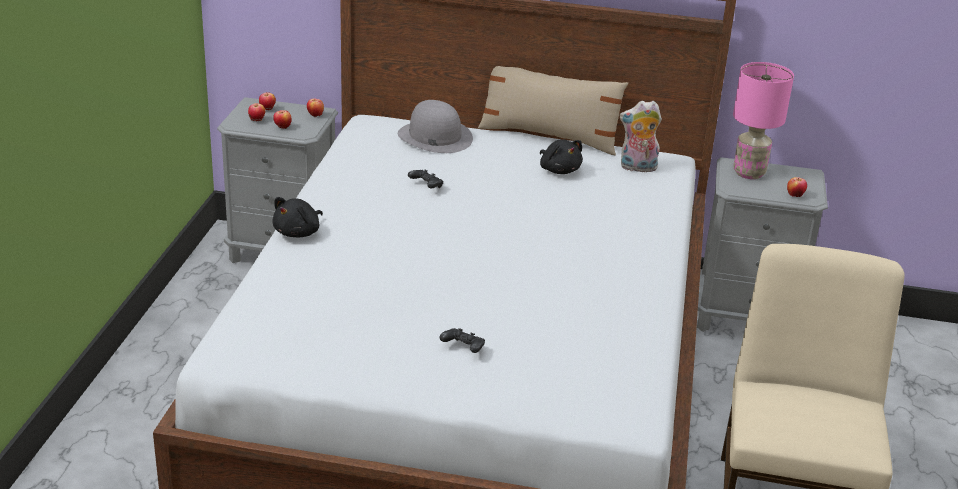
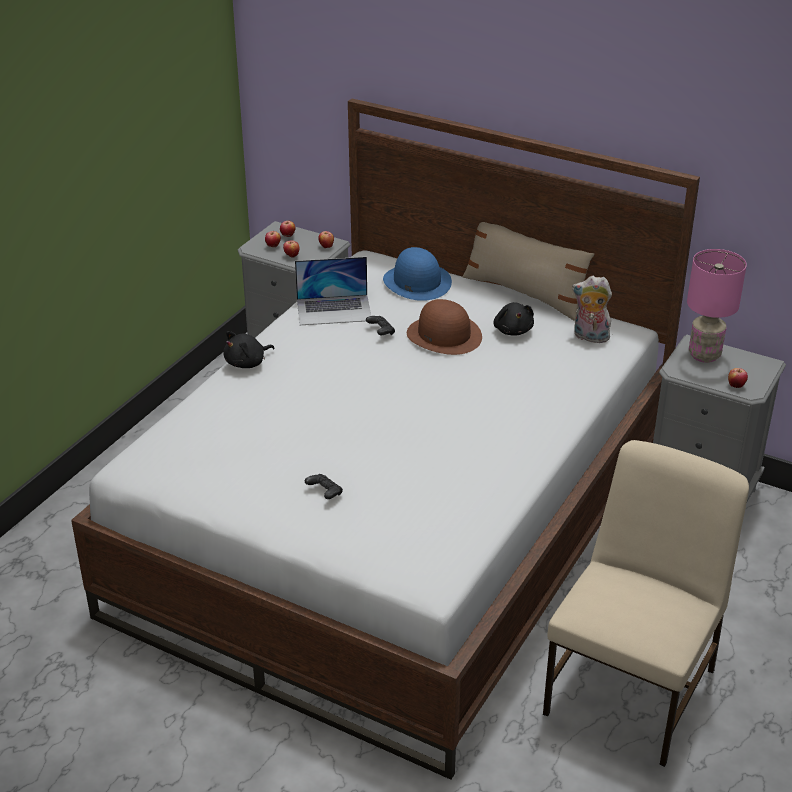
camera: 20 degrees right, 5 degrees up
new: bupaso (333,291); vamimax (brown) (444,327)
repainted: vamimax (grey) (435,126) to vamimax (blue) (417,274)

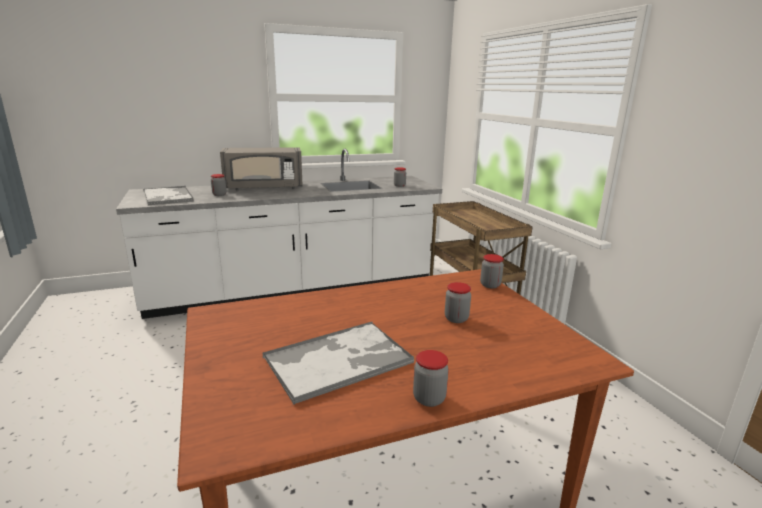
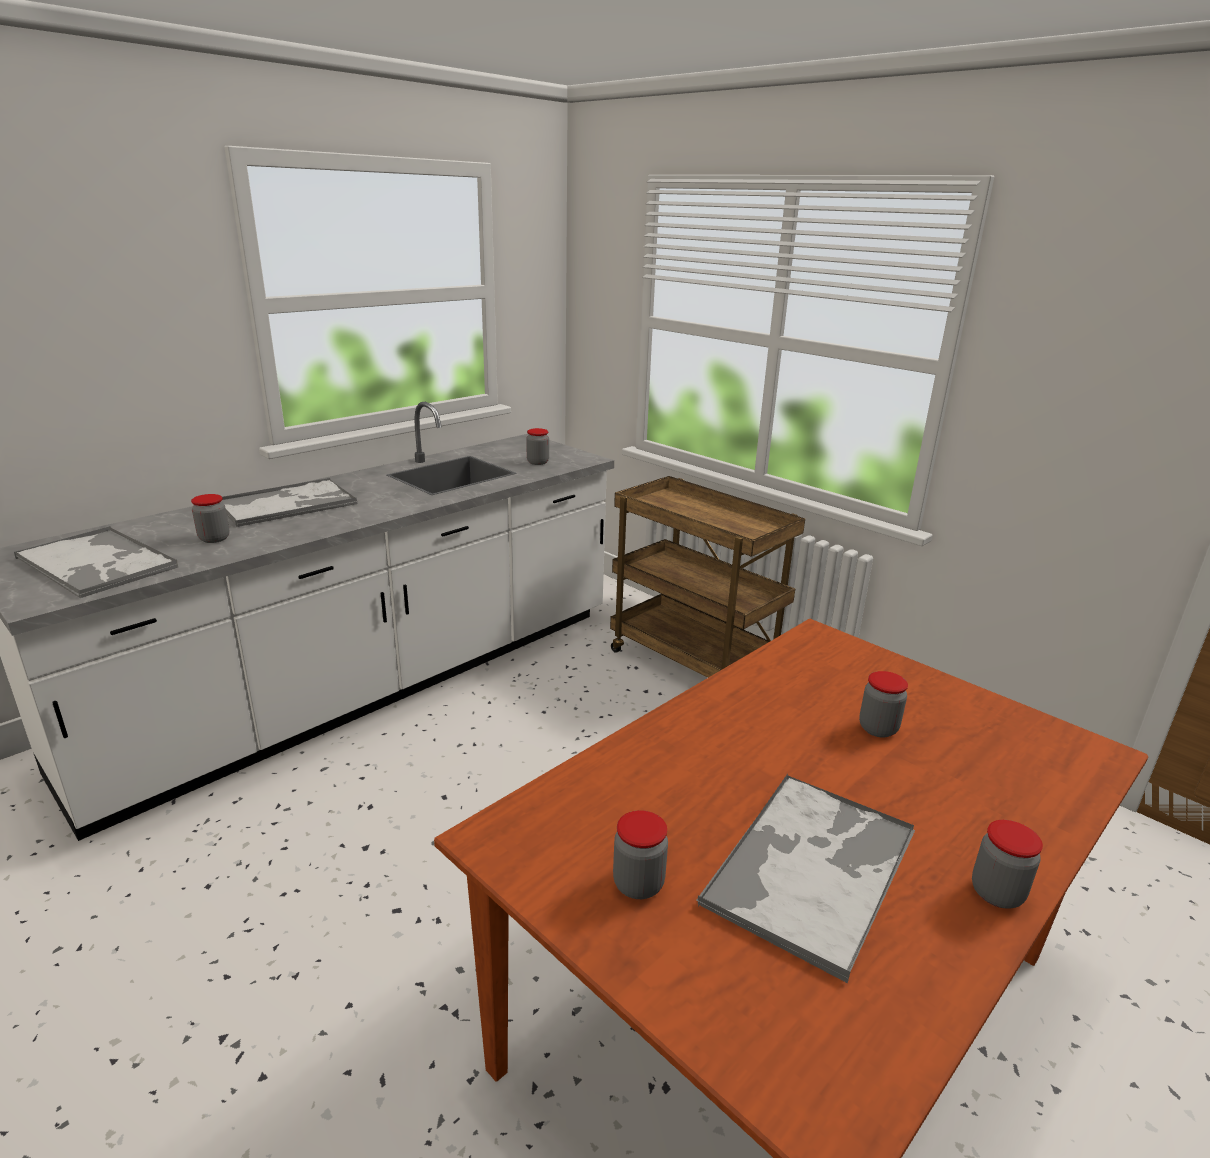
camera: 25 degrees left, 5 degrees up
shifted: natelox (492,271) to (640,854)
swapped: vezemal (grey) (261,168) to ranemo (289,502)

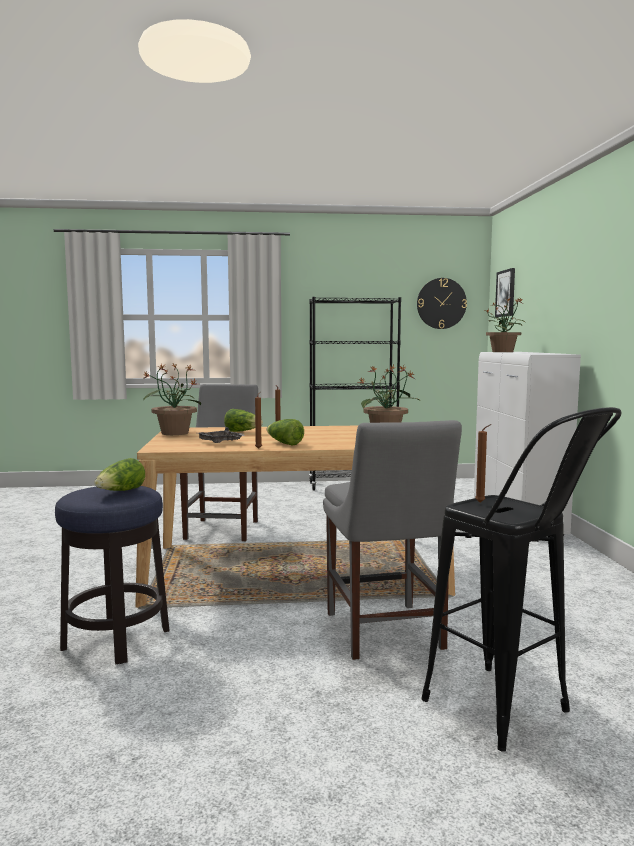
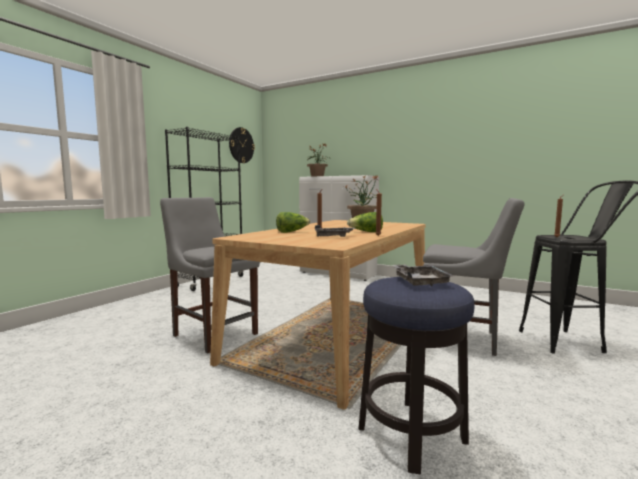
camera: 55 degrees left, 0 degrees up
gone: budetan (172,399); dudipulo (505,292)
swapped: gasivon (119,474) to ranemo (grey) (423,275)

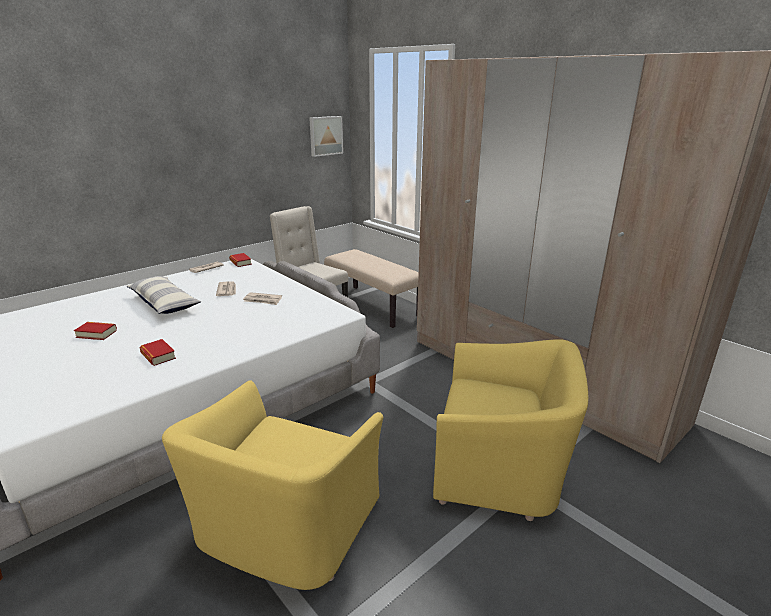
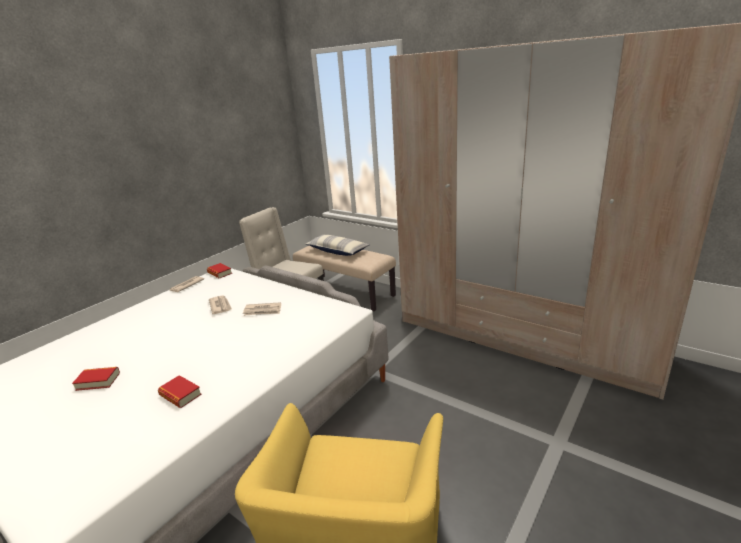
camera: 10 degrees left, 0 degrees up
gone: dudipulo (326,136); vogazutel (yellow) (510,430)
shifted: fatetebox (164,295) to (337,245)

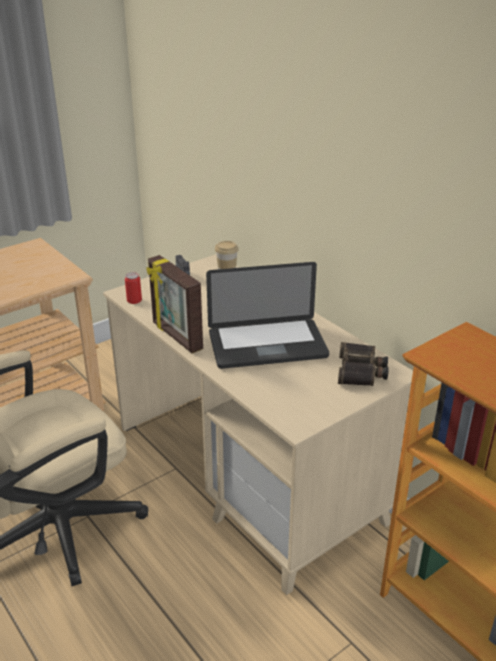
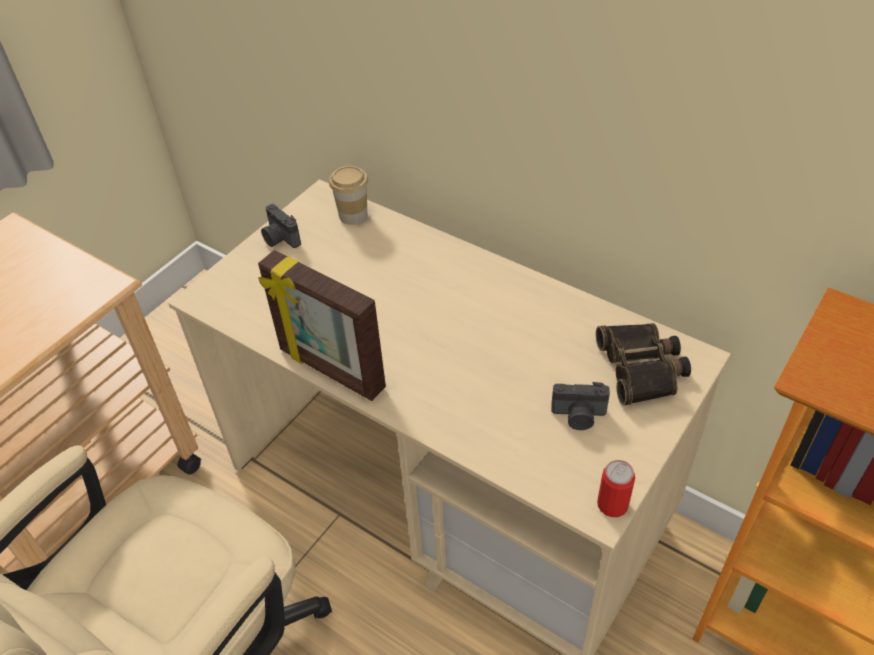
camera: 15 degrees left, 15 degrees up
gone: bupaso (267,315)
new: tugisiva (580,406)
shifted: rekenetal (133,288) to (616,488)

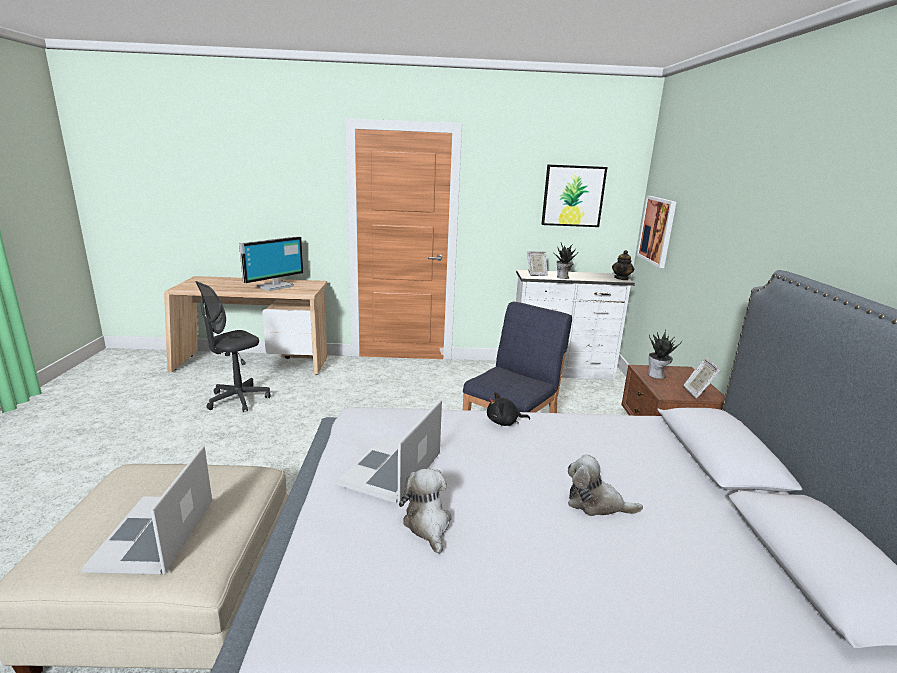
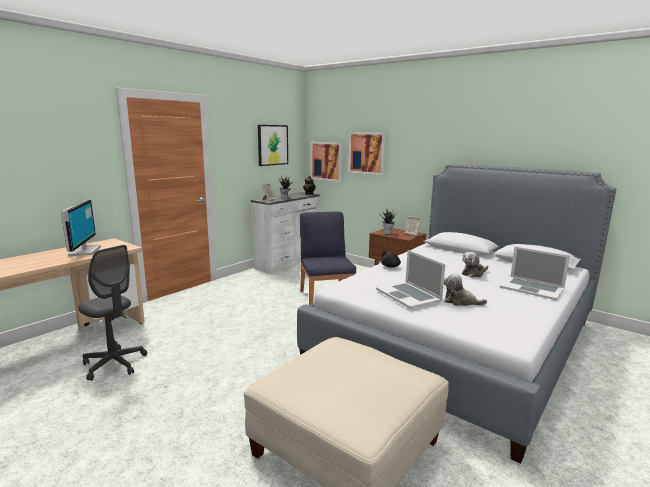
camera: 50 degrees left, 5 degrees down
new: dudipulo (367,153)
shifted: bupaso (146,509) to (535,273)
rotated: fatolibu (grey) (233,346) = (112,313) 45 degrees counterclockwise

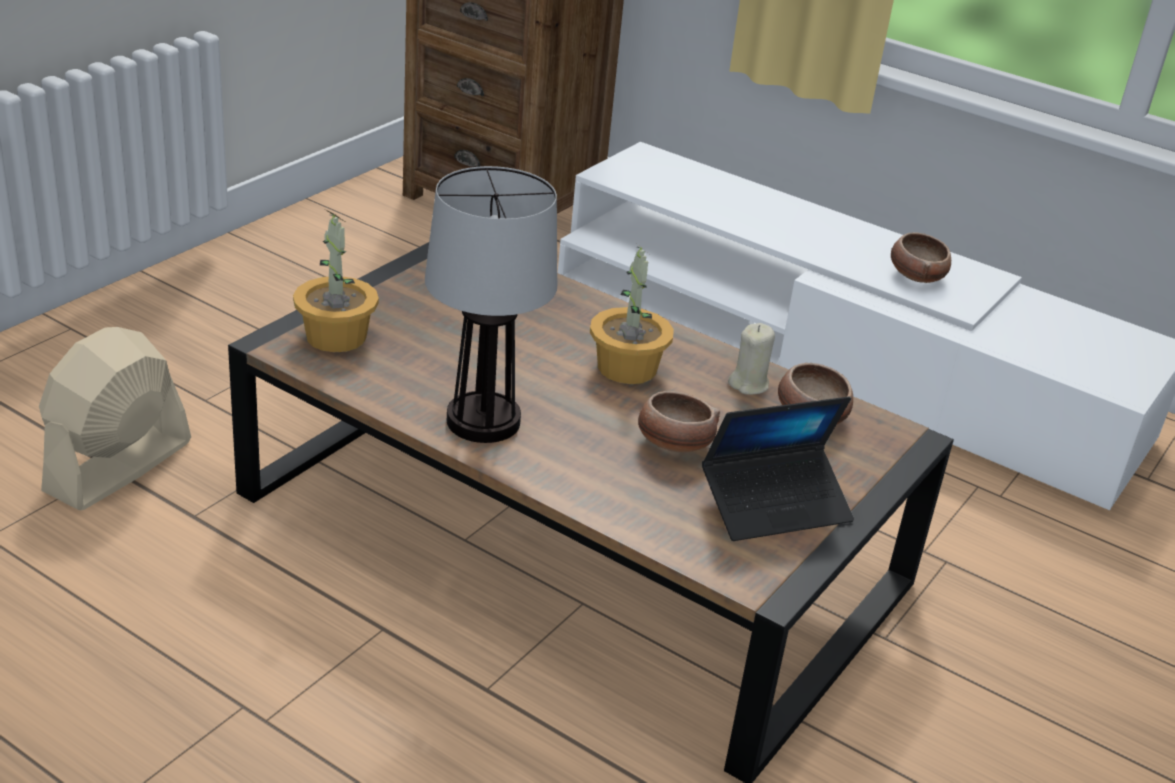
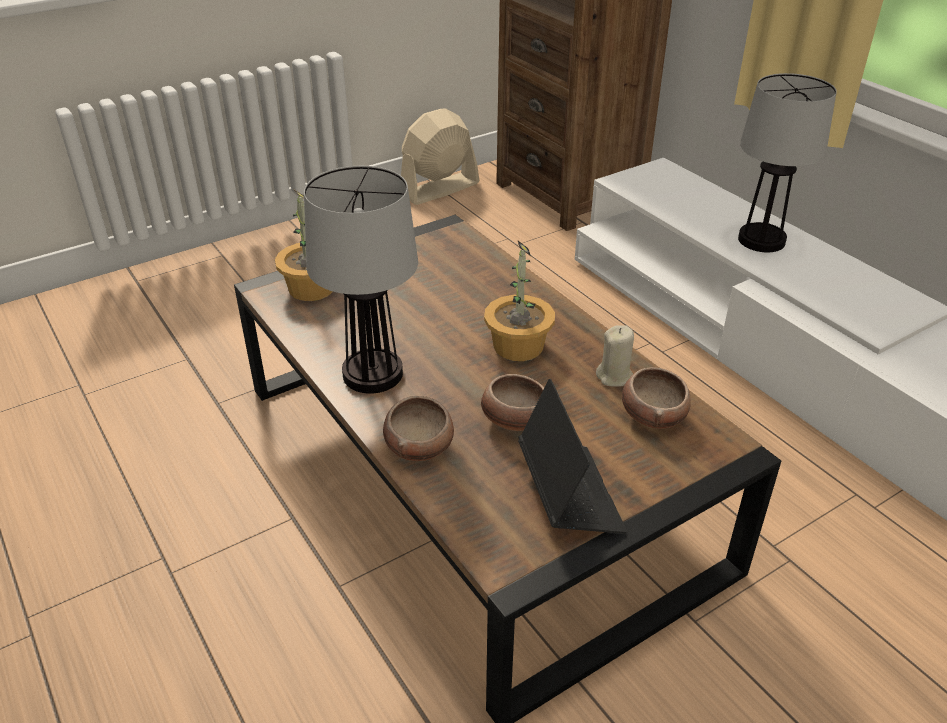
camera: 25 degrees right, 5 degrees up
new: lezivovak (787,163)
shifted: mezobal (921,257) to (418,428); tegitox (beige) (115,418) to (440,156)
rotated: bupaso (778,468) = (572,456) 105 degrees counterclockwise

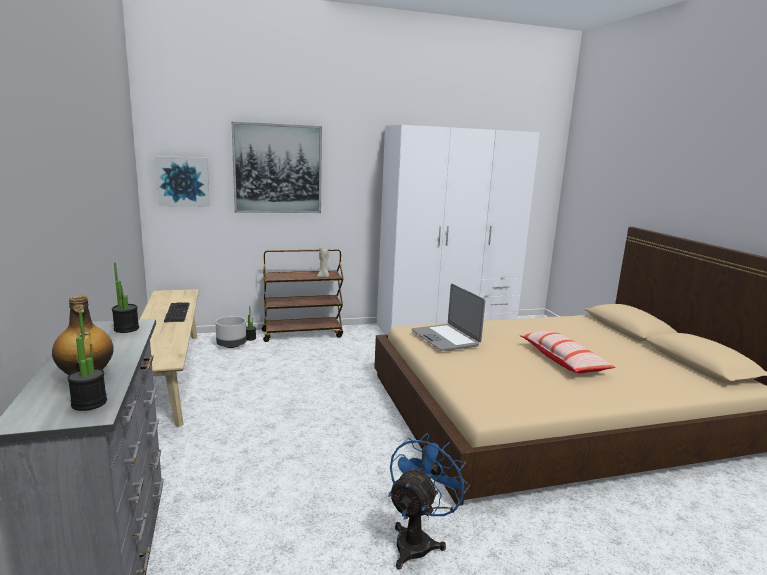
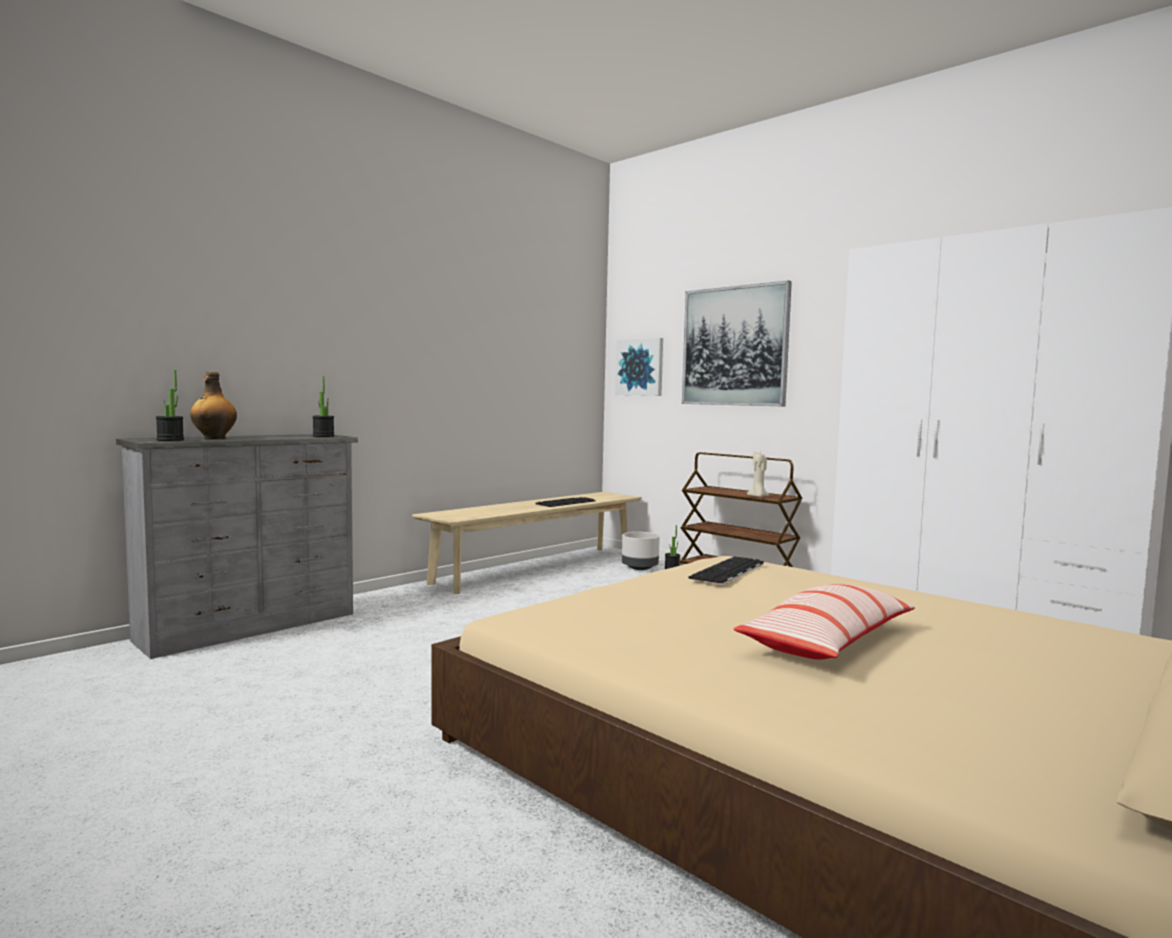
camera: 60 degrees right, 10 degrees down
gone: tegitox (blue) (429,501)
swapped: bupaso (448,317) to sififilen (726,570)

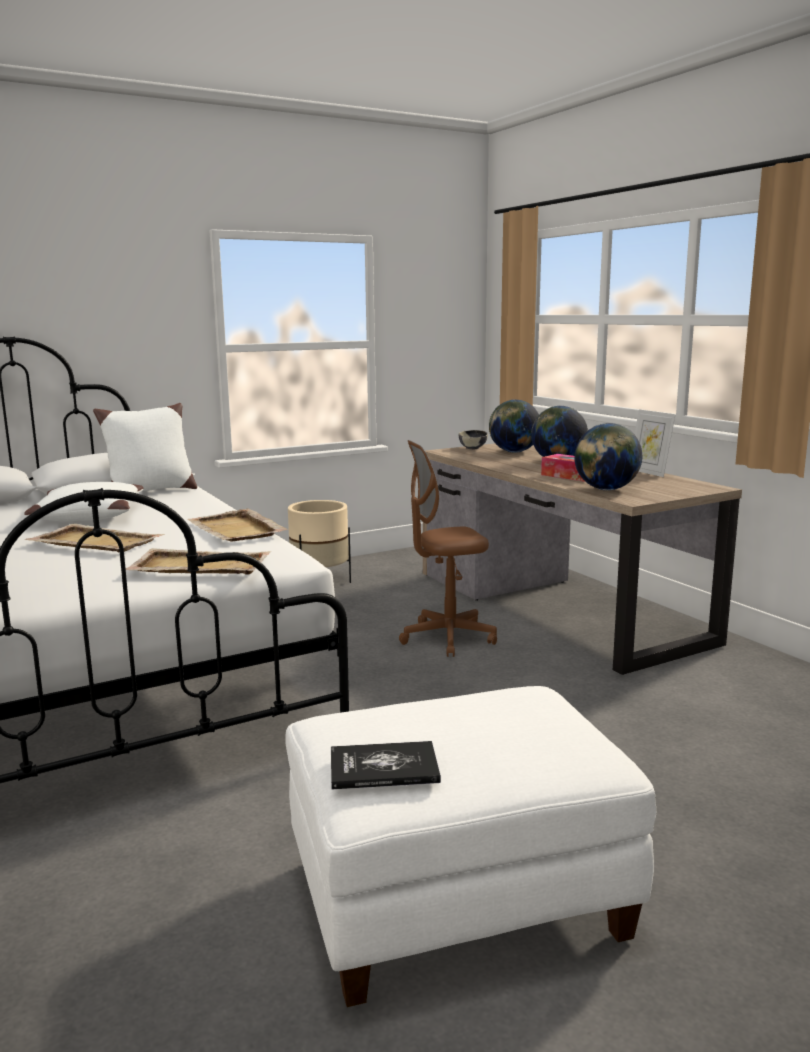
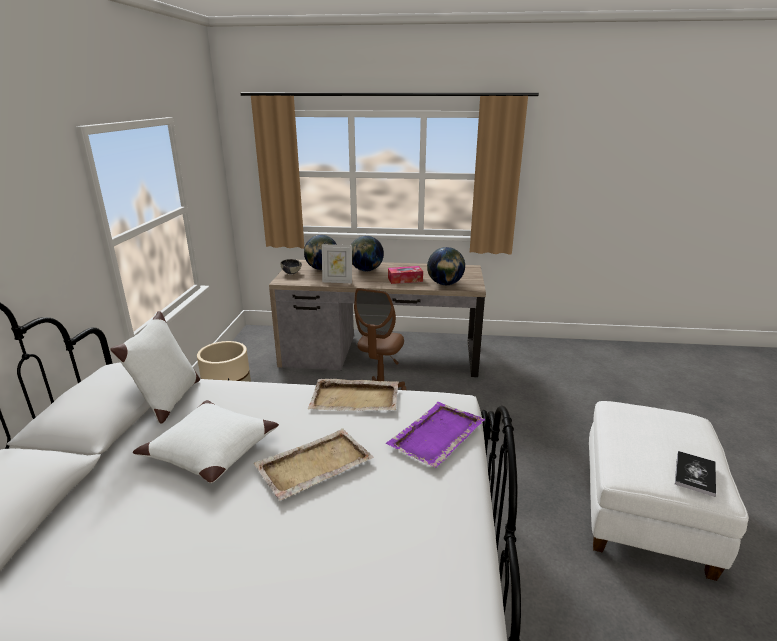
camera: 55 degrees left, 10 degrees up
shifted: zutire (655,443) to (337,263)
repainted: ranemo (beige) (198,561) to ranemo (purple) (435,435)

